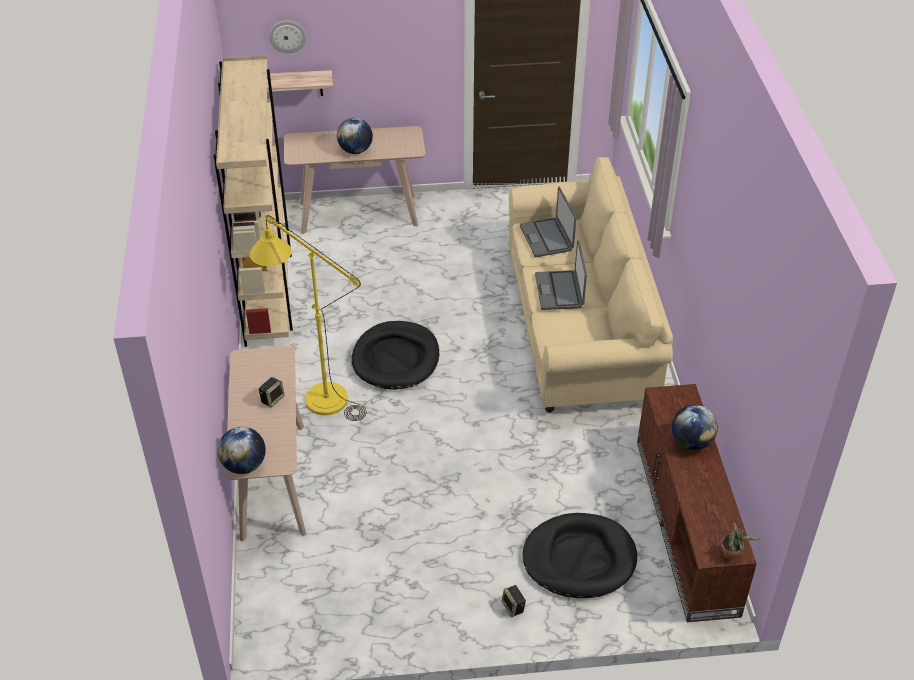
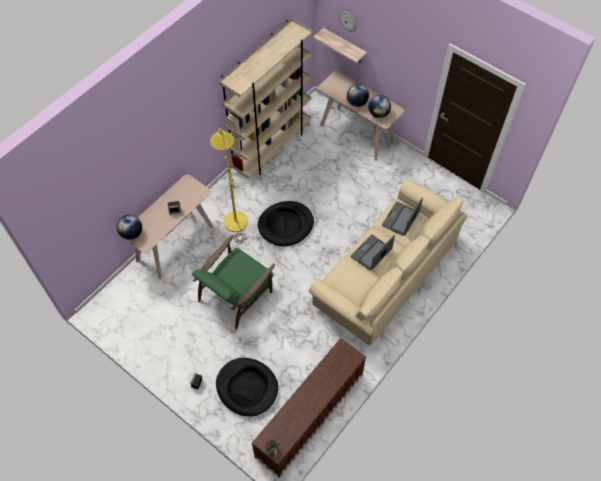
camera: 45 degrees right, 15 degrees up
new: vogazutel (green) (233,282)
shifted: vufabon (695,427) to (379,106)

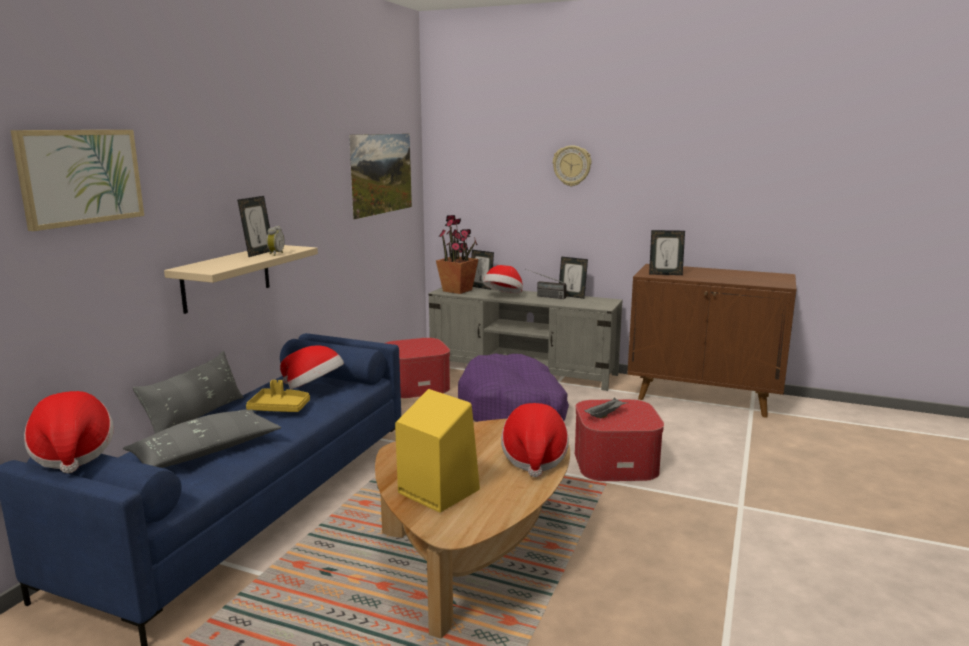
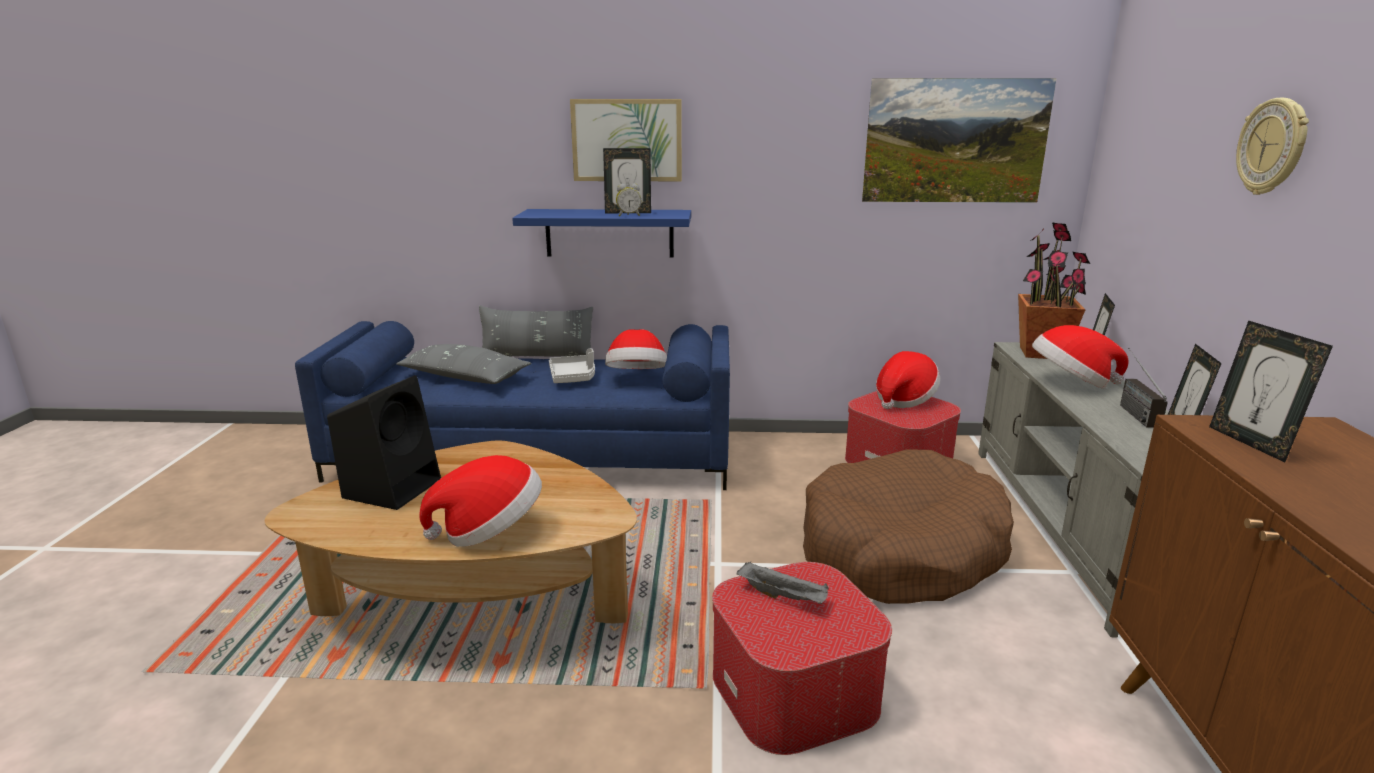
camera: 70 degrees right, 5 degrees up
shifted: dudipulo (77,180) to (626,140); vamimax (69,432) to (908,380)
repainted: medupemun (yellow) (437,451) to medupemun (black) (384,442); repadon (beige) (241,279) to repadon (blue) (601,233); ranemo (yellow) (278,396) to ranemo (grey) (572,365); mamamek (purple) (513,388) to mamamek (brown) (908,526)

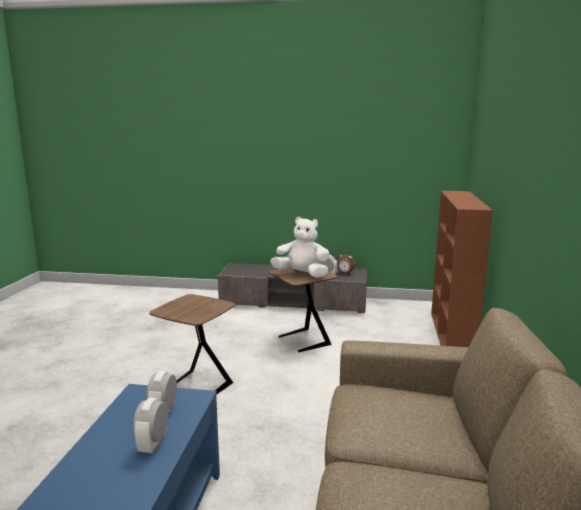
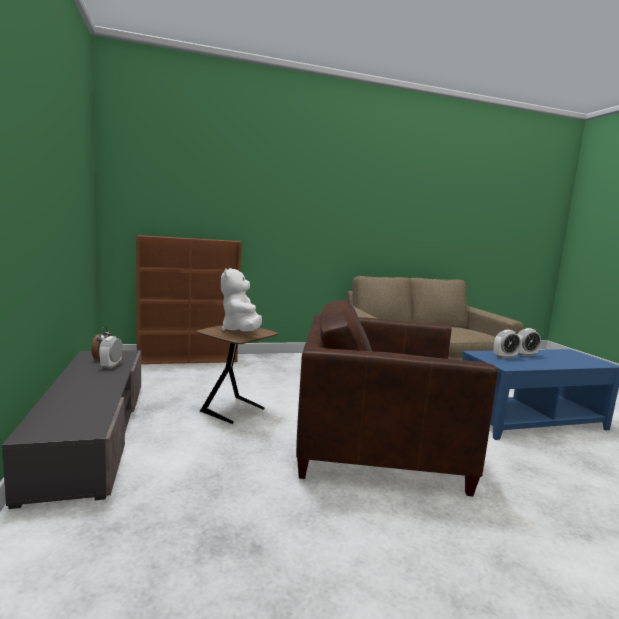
camera: 115 degrees left, 5 degrees down
swapped: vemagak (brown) (192,344) to vogazutel (brown) (397,398)

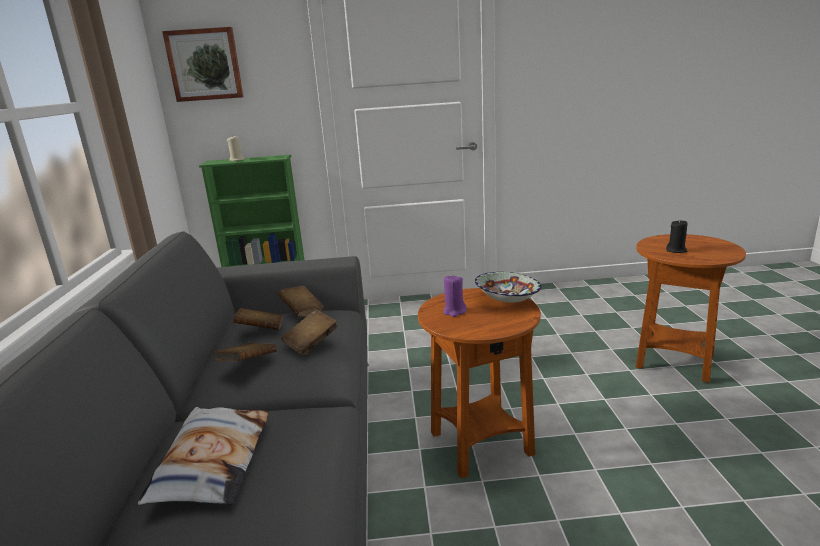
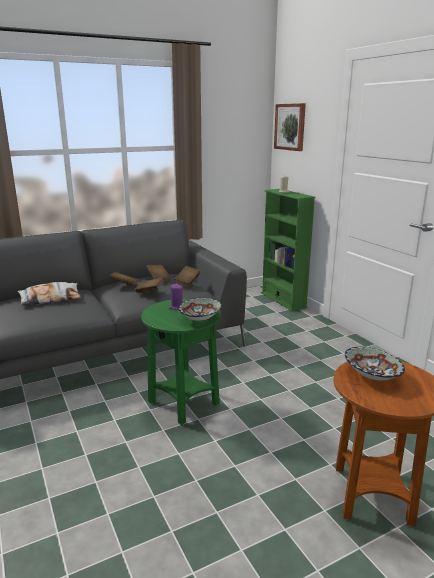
camera: 65 degrees right, 0 degrees up
swapped: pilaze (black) (676,236) to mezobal (375,364)
repainted: vemagak (brown) (479,383) to vemagak (green) (181,362)

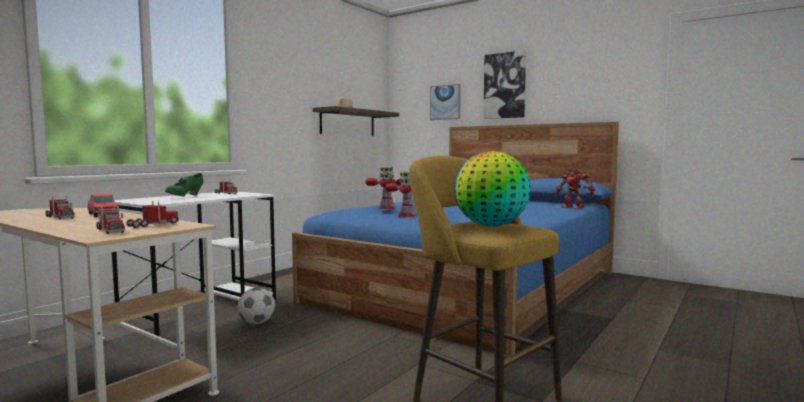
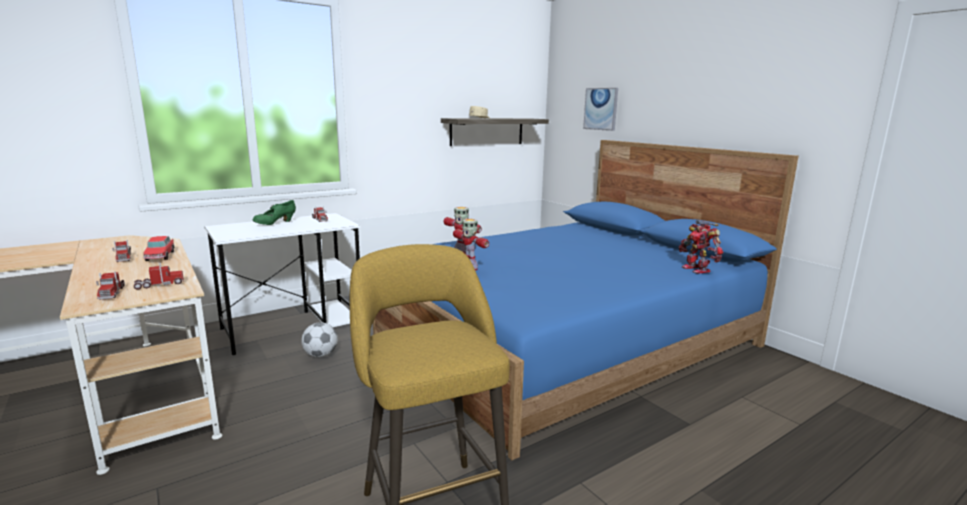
camera: 20 degrees right, 10 degrees up
gone: vufabon (492,188); dudipulo (504,84)

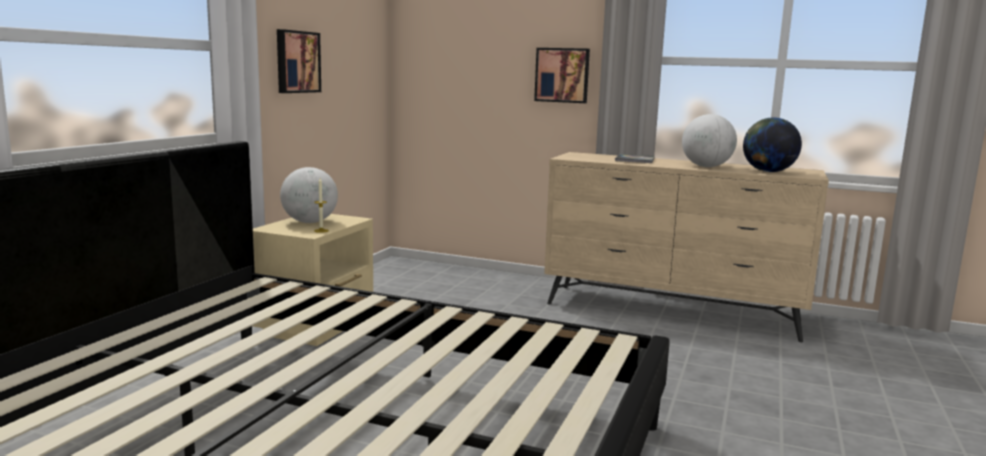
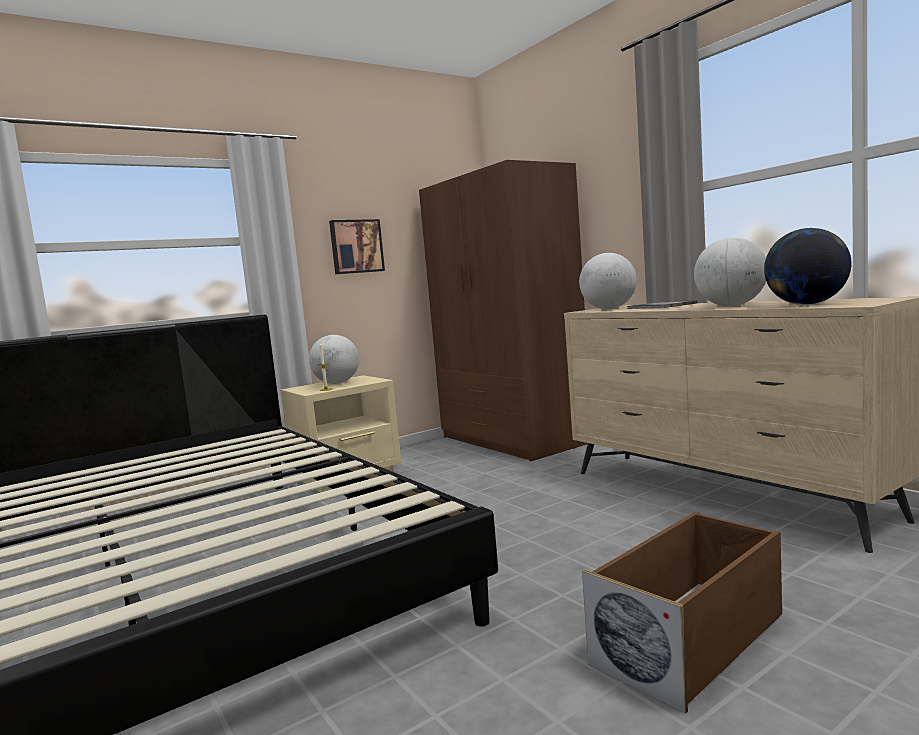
camera: 35 degrees right, 5 degrees down
gone: dudipulo (562,75)
new: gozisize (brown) (503,310); vufabon (608,281); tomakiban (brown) (682,613)

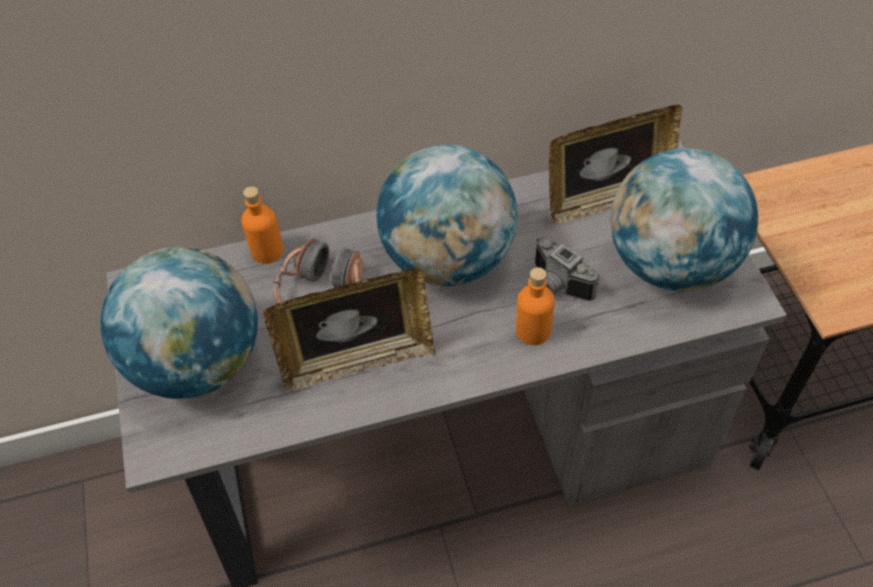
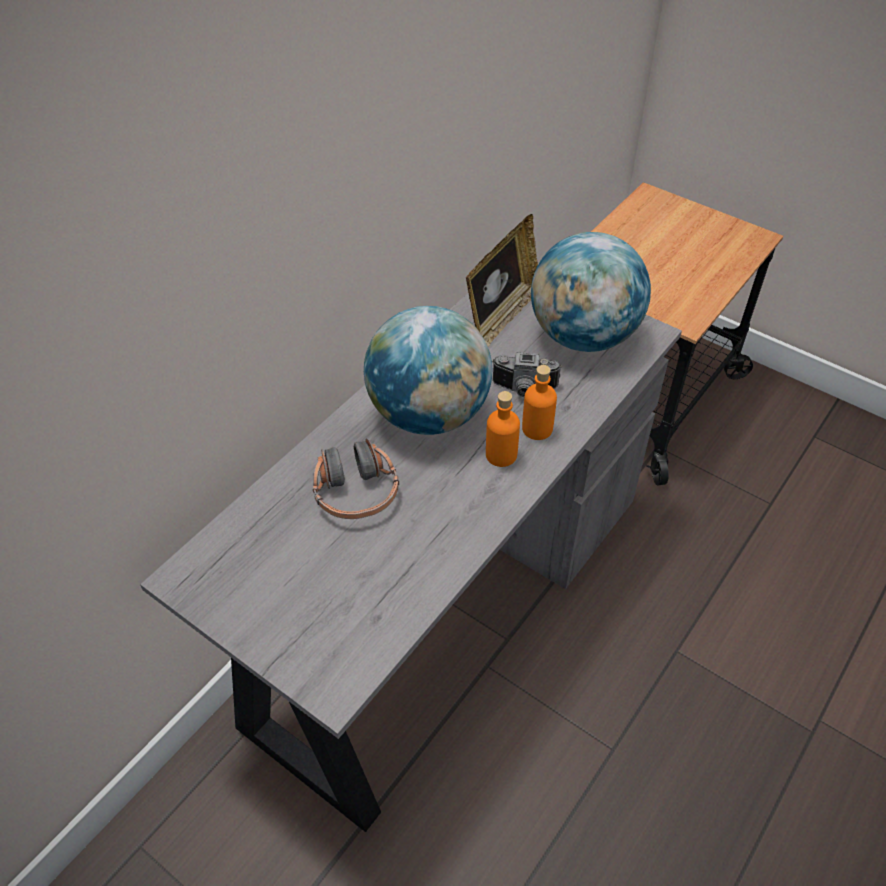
camera: 40 degrees left, 5 degrees down
gone: vufabon (179,323); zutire (349,330)
shifted: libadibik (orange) (262,225) to (503,429)

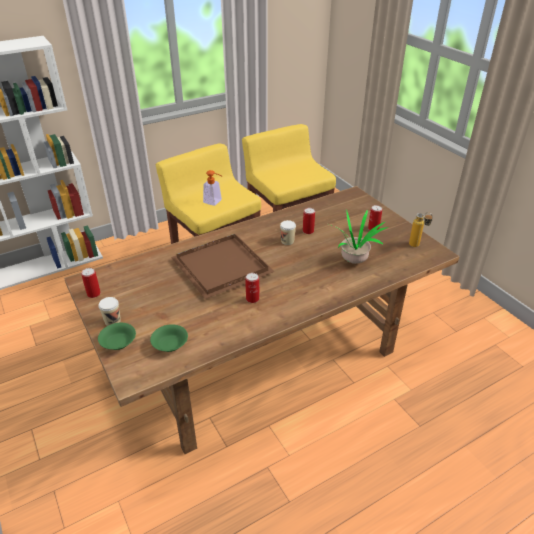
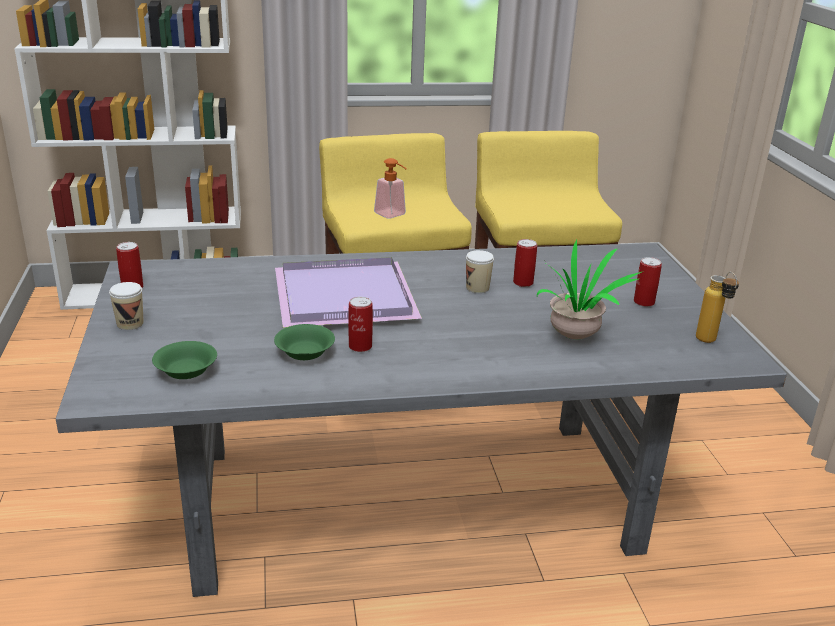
camera: 20 degrees right, 10 degrees down
shifted: mezobal (green) (117,336) to (304,342)
repainted: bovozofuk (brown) (261,320) to bovozofuk (grey) (421,420); ranemo (brown) (223,266) to ranemo (purple) (348,292)

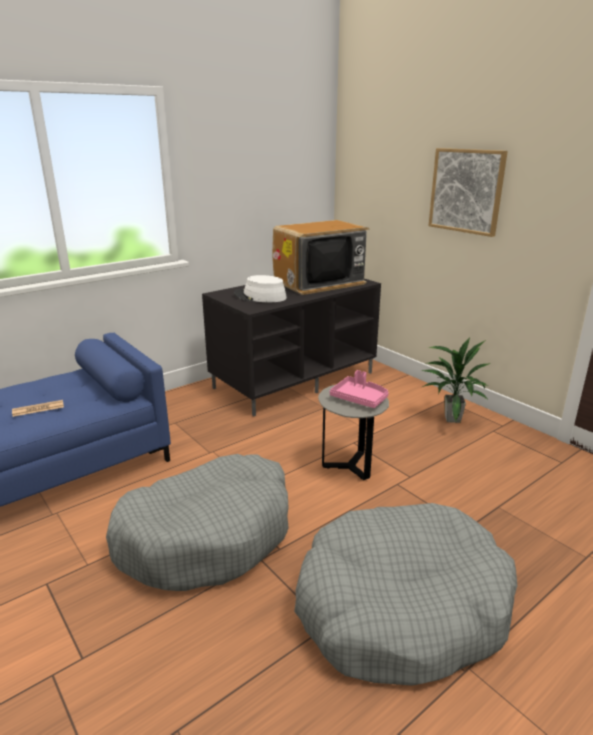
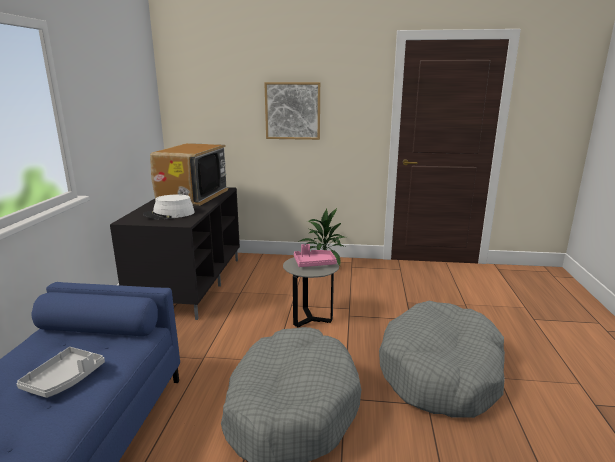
camera: 45 degrees left, 5 degrees down
swapped: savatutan (38,408) to ranemo (grey) (60,372)

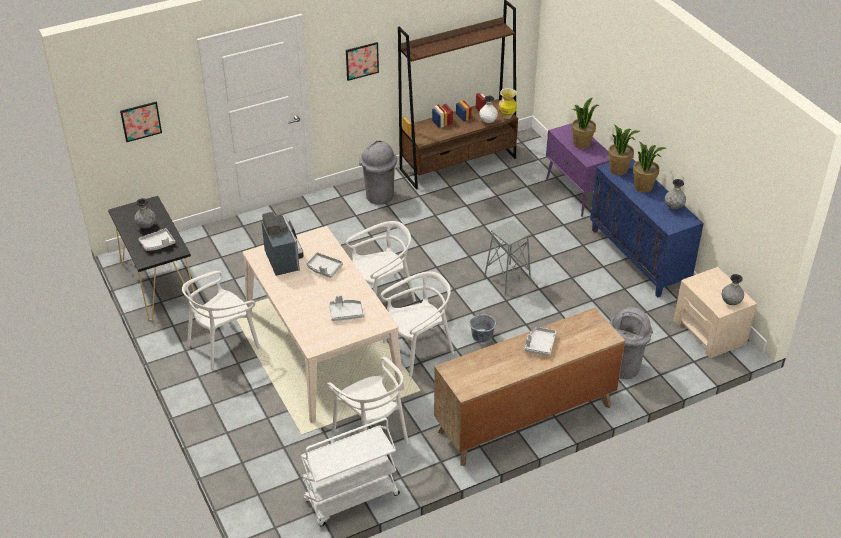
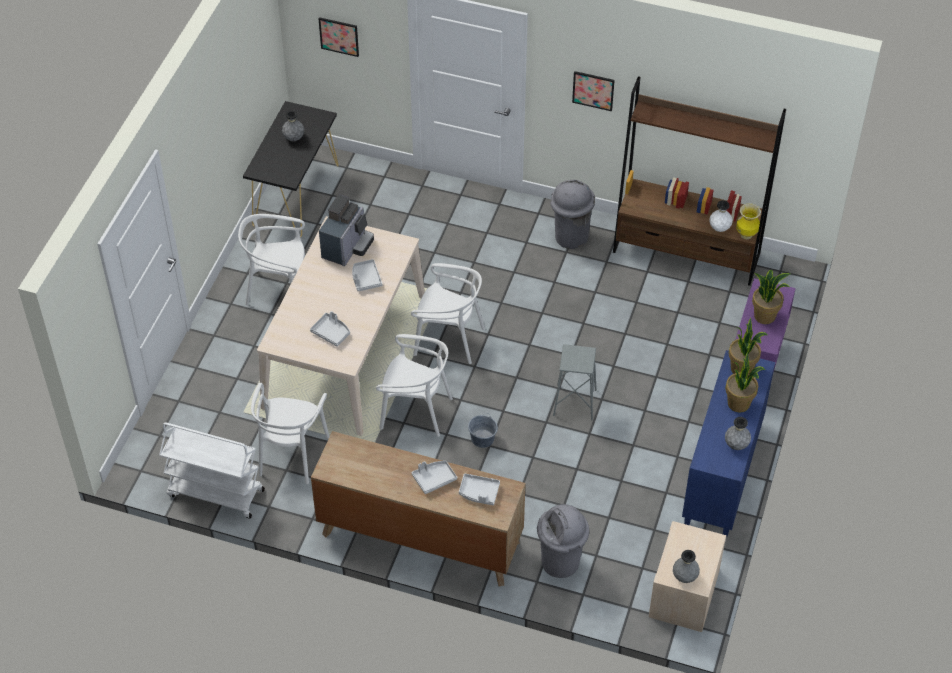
camera: 45 degrees right, 10 degrees up
shifted: ranemo (grey) (157,239) to (479,489)

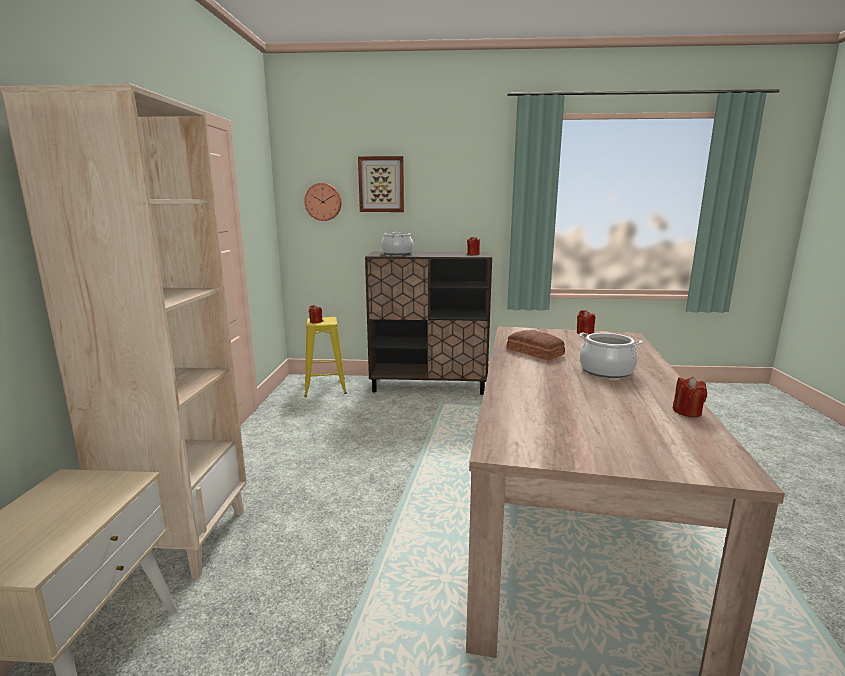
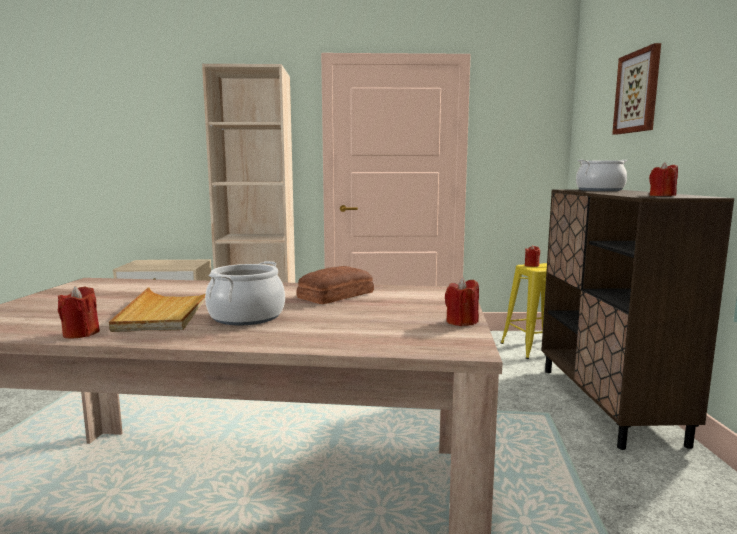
camera: 85 degrees right, 5 degrees down
gone: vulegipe (322,202)
new: ranemo (beige) (157,309)

